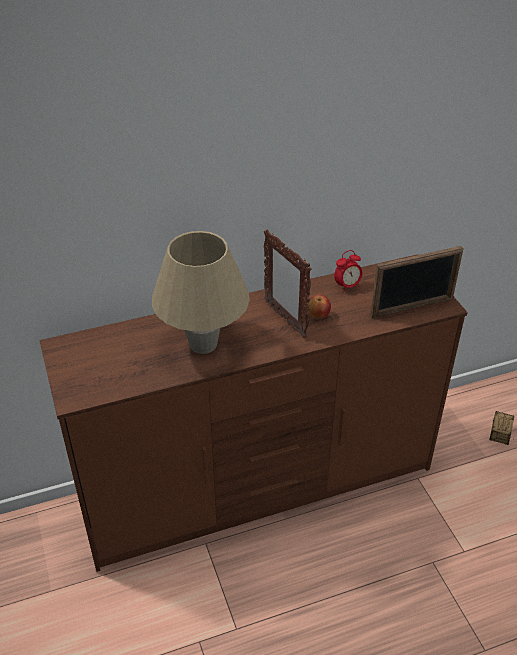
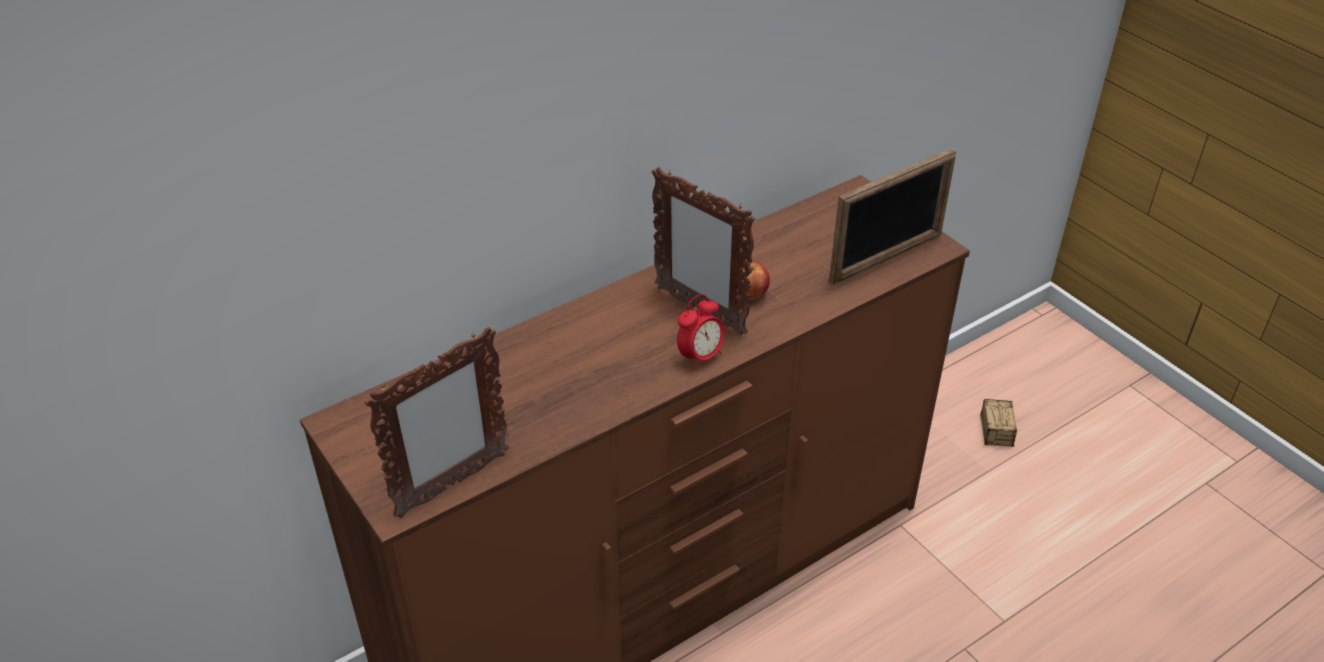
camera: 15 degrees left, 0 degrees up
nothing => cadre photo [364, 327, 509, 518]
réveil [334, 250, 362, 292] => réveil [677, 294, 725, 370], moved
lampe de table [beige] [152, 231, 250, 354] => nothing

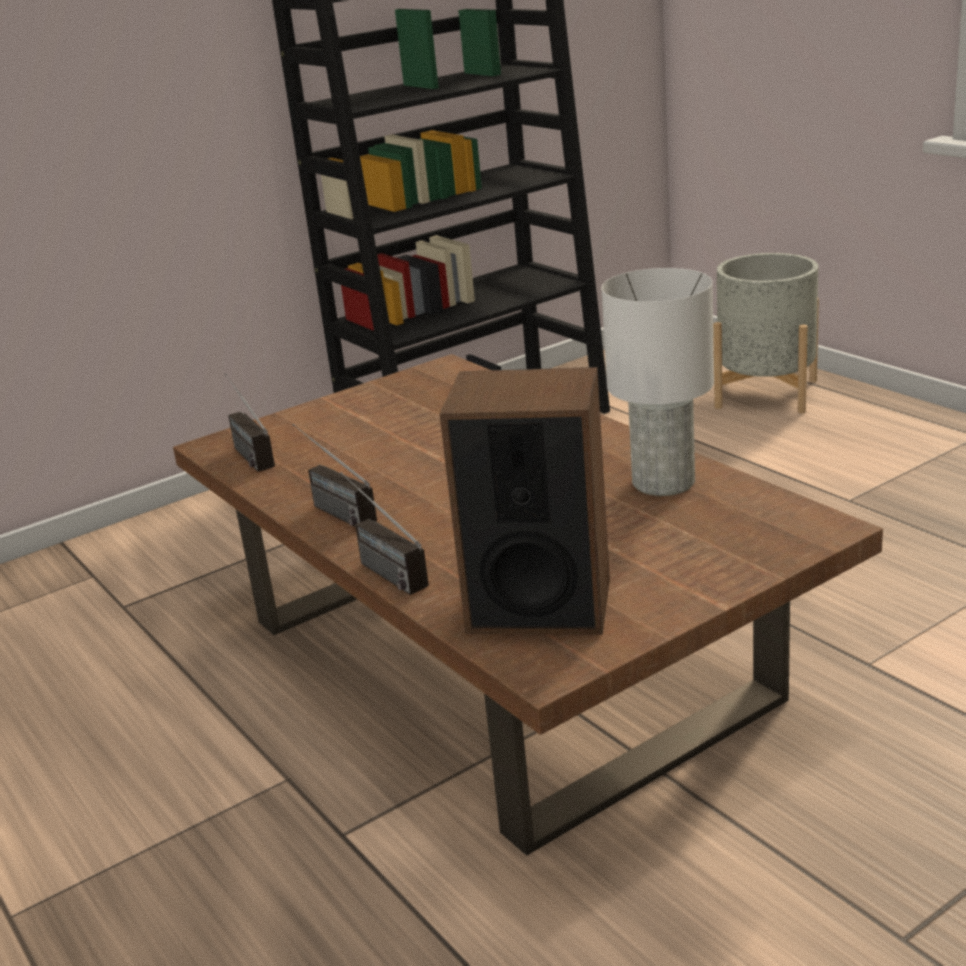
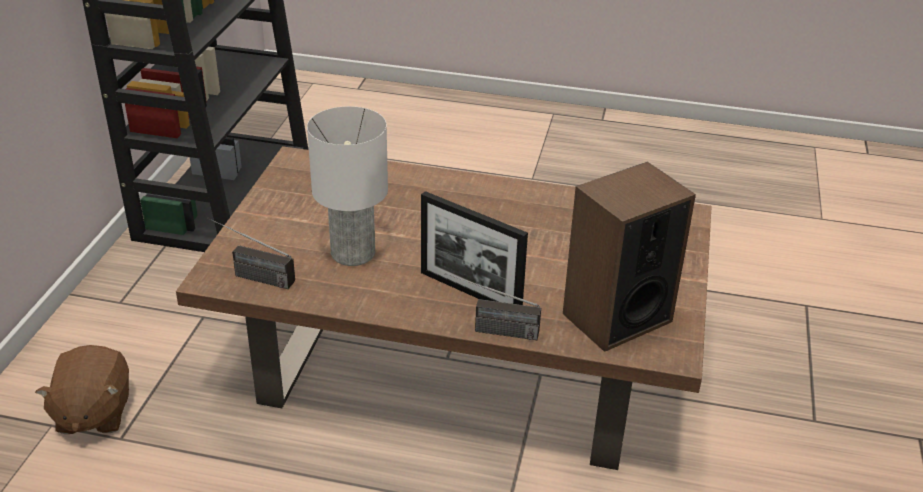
camera: 45 degrees left, 10 degrees up
nothing => peluche [marron] [35, 345, 129, 434]
lampe de table [blanc] [601, 268, 714, 496] => lampe de table [blanc] [307, 106, 388, 266], moved
nothing => cadre photo [421, 191, 528, 305]
radio [293, 424, 377, 527] => nothing
cache-pot [gris] [713, 253, 819, 413] => nothing

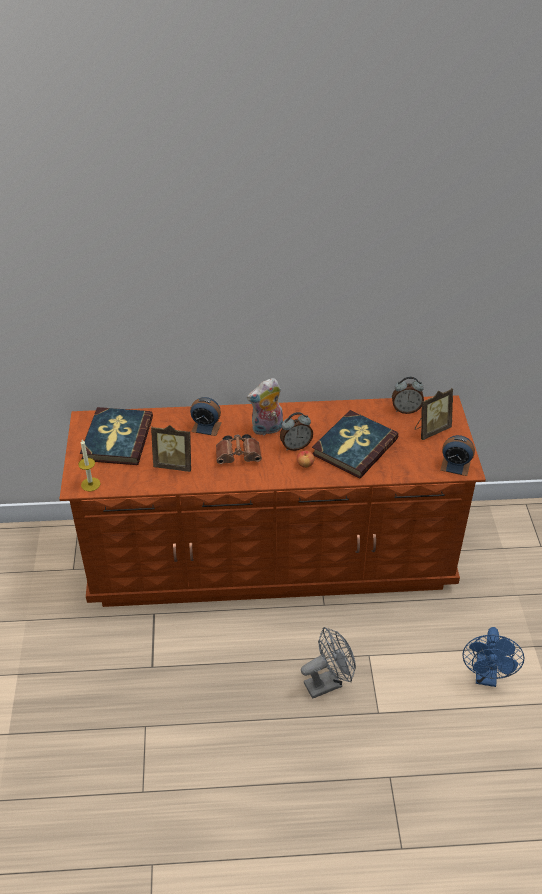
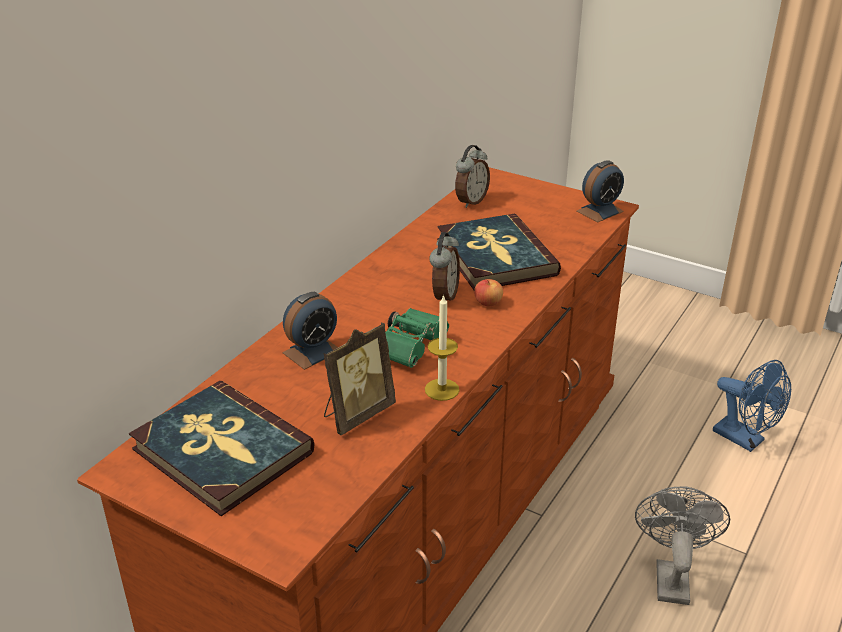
camera: 55 degrees left, 10 degrees down
jumelles [marron] [216, 434, 262, 464] => jumelles [vert] [385, 308, 449, 368]
bougie [78, 439, 100, 492] => bougie [425, 294, 459, 401], moved
peluche [247, 378, 283, 436] => nothing
cadre photo [415, 388, 453, 440] => nothing

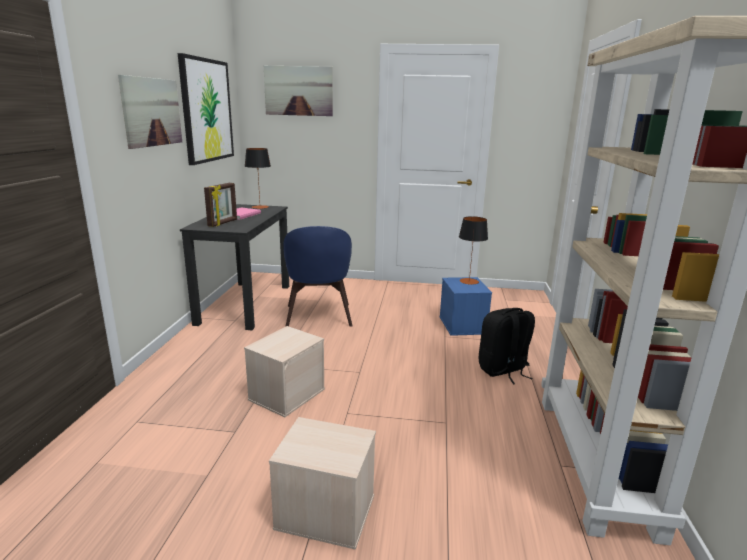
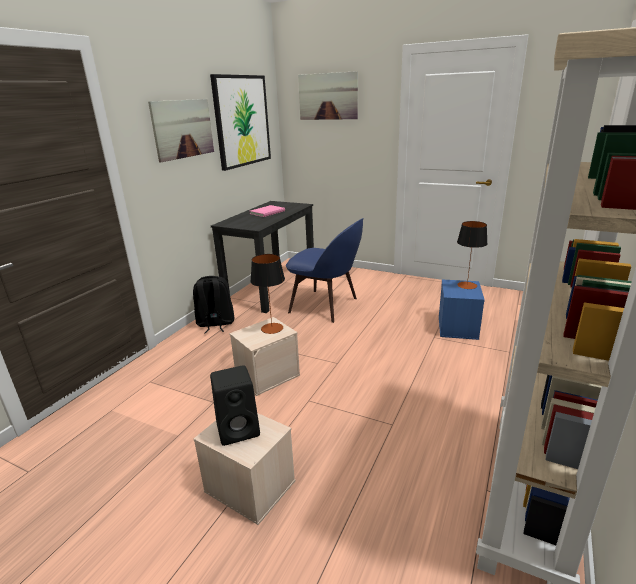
camera: 20 degrees right, 5 degrees up
sac à dos [noir] [479, 308, 535, 384] => sac à dos [noir] [193, 276, 234, 334], moved
nothing => enceinte [noir] [210, 365, 260, 446]
lampe de table [245, 148, 271, 209] => lampe de table [250, 254, 285, 334], moved
chaise [bleu] [283, 226, 352, 327] => chaise [bleu] [286, 218, 363, 323], 75 degrees counterclockwise
cadre photo [204, 183, 237, 227] => nothing

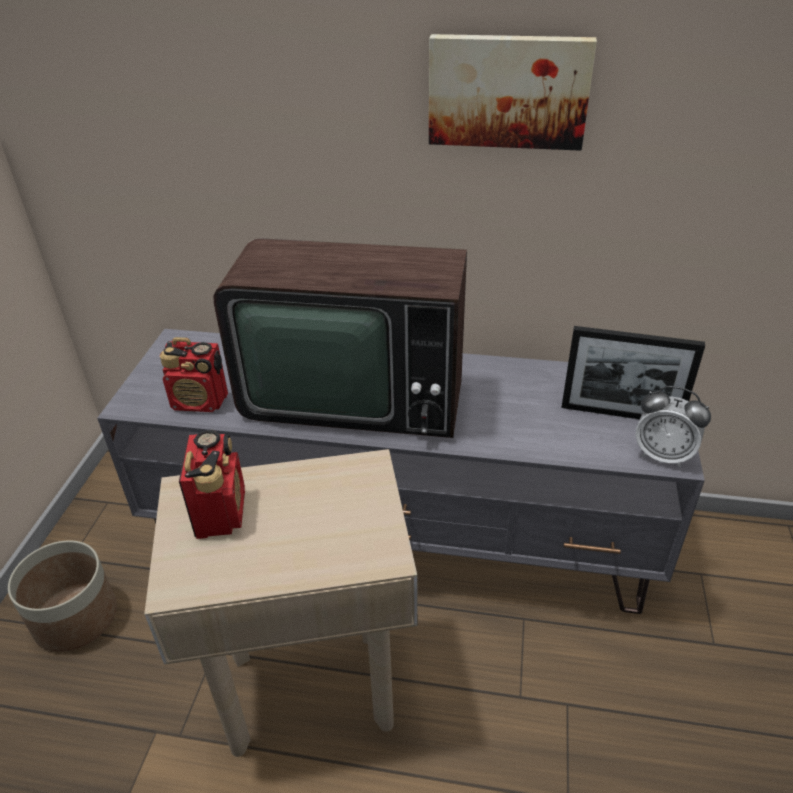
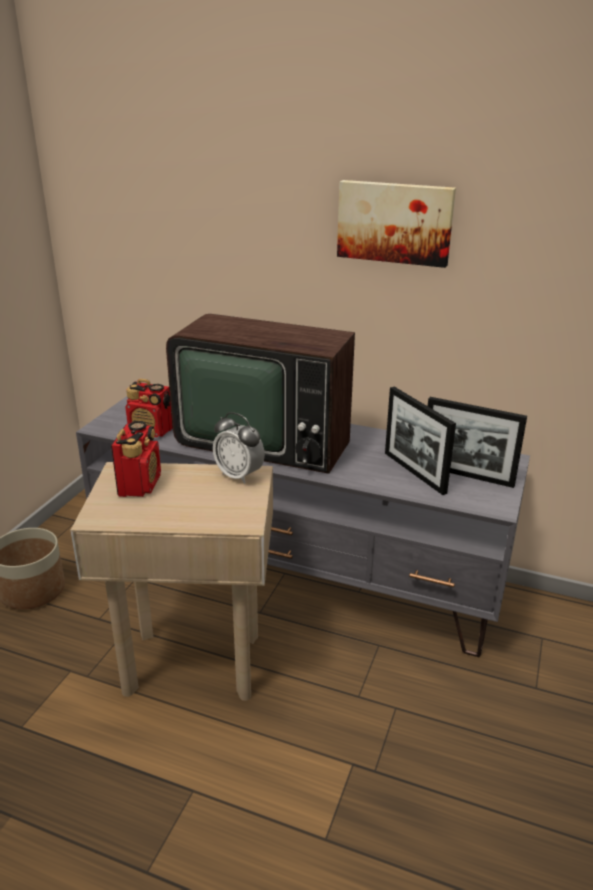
camera: 10 degrees right, 10 degrees down
réveil [635, 386, 711, 468] => réveil [213, 412, 265, 484], moved
nothing => cadre photo [385, 387, 456, 495]

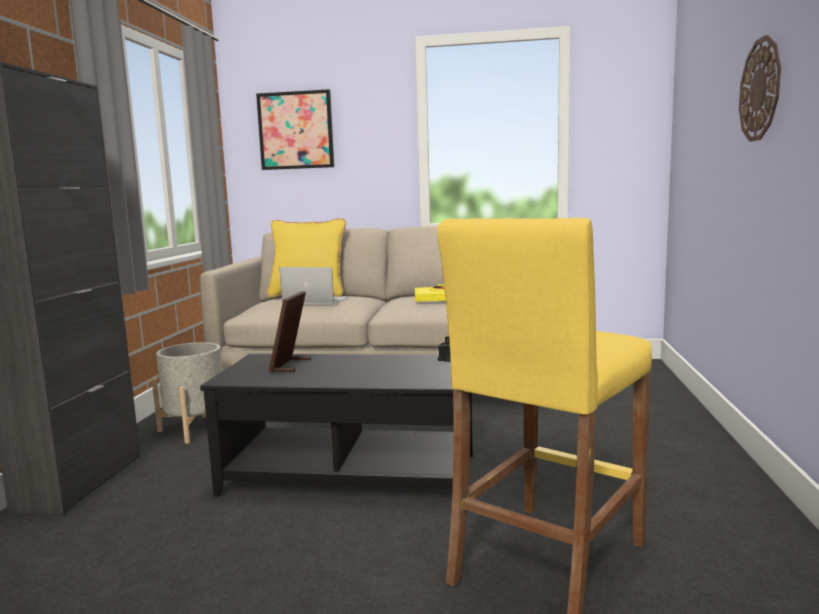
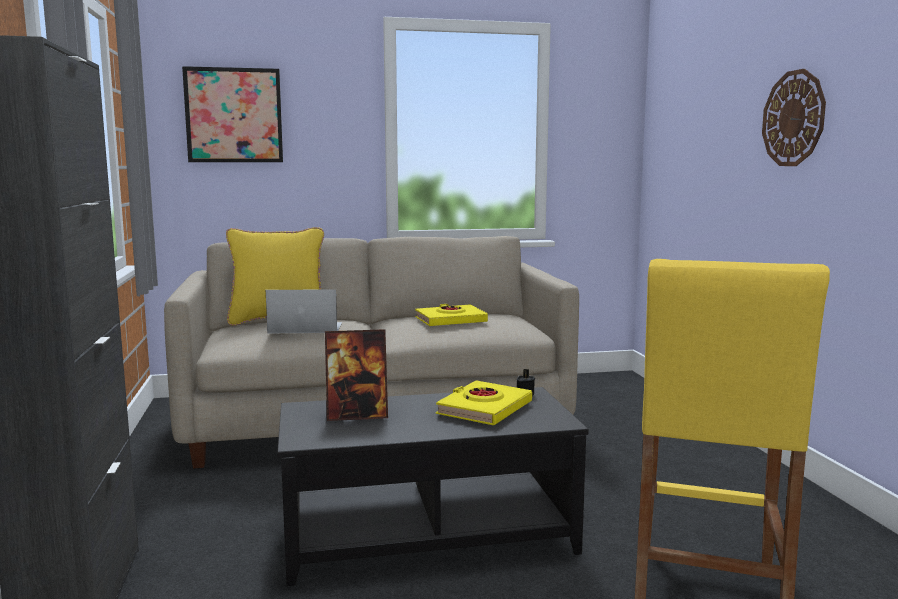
camera: 20 degrees left, 0 degrees up
cadre photo [269, 291, 311, 373] => cadre photo [325, 329, 388, 421], 90 degrees counterclockwise
nothing => livre [jaune] [436, 380, 532, 425]
cache-pot [gris] [152, 342, 222, 444] => nothing

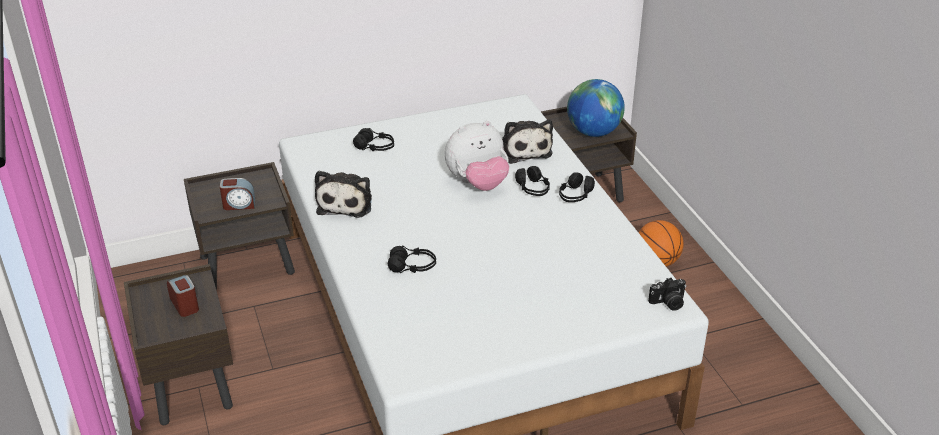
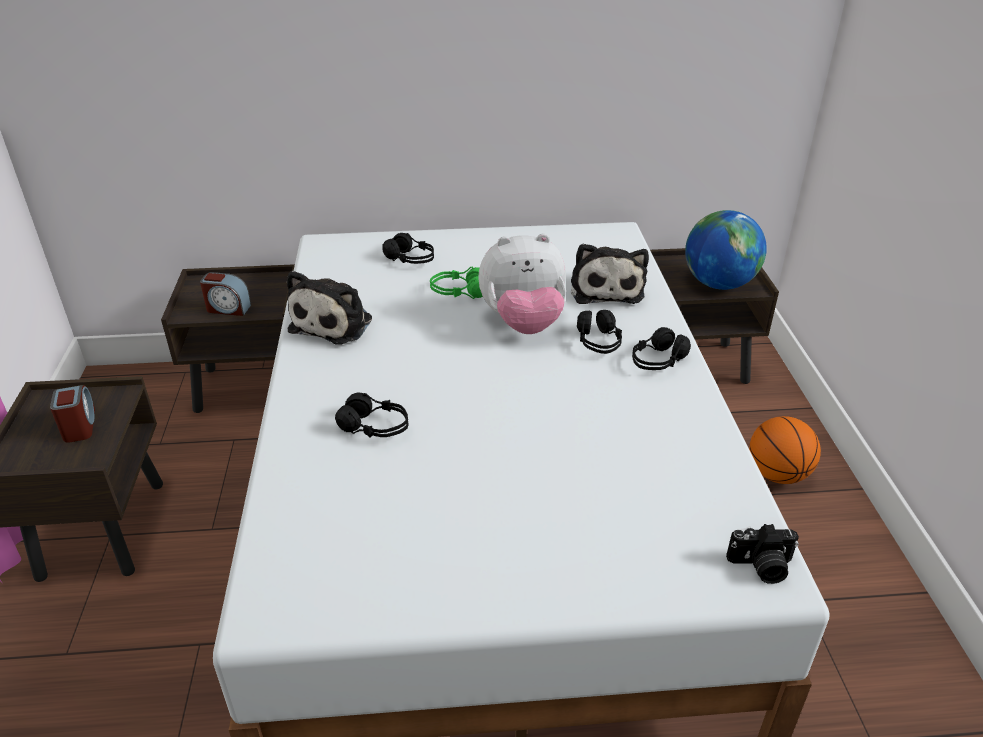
camera: 15 degrees right, 0 degrees up
nothing => casque audio [vert] [430, 266, 483, 299]

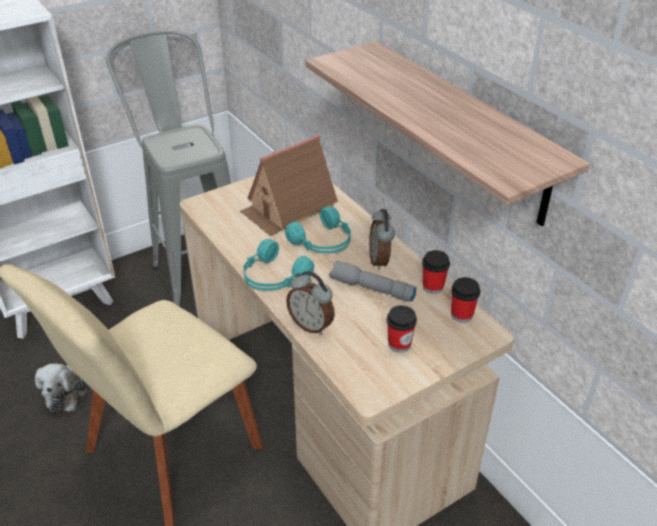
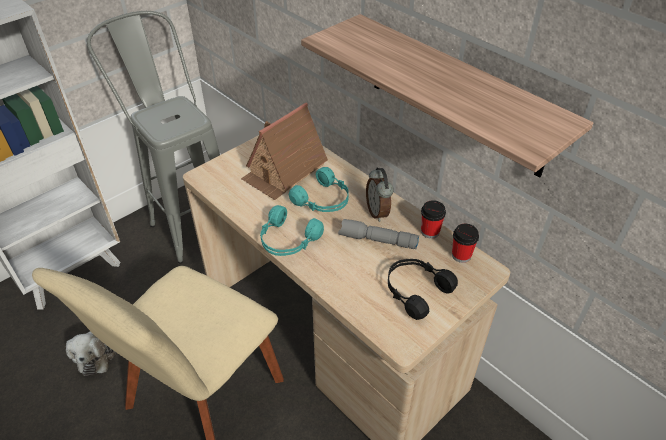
camera: 10 degrees left, 5 degrees up
tasse [387, 305, 417, 352] => casque audio [noir] [388, 259, 458, 320]
réveil [286, 271, 335, 335] => nothing

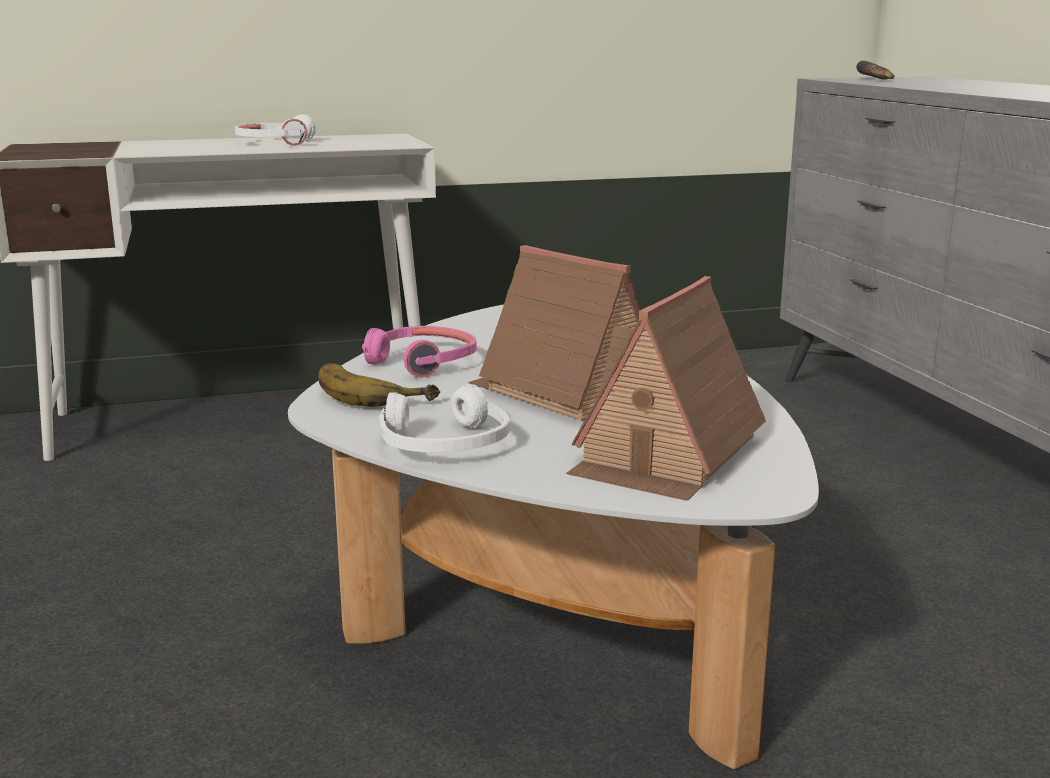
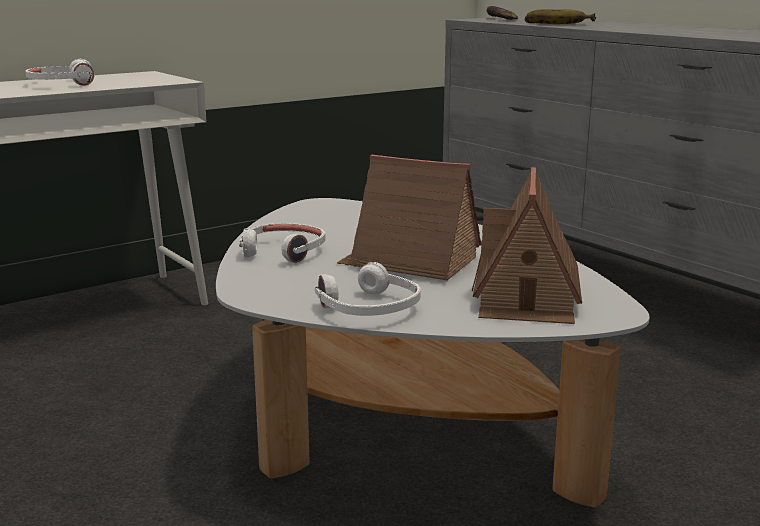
camera: 20 degrees left, 0 degrees up
casque audio [rose] [362, 326, 477, 378] => casque audio [blanc] [239, 223, 326, 263]
banane [318, 363, 440, 407] => banane [525, 9, 596, 24], moved

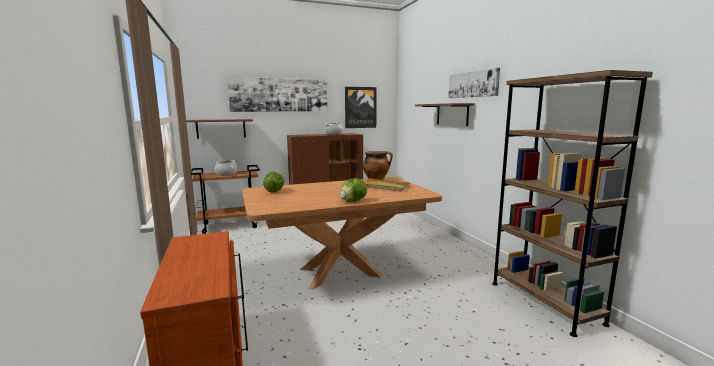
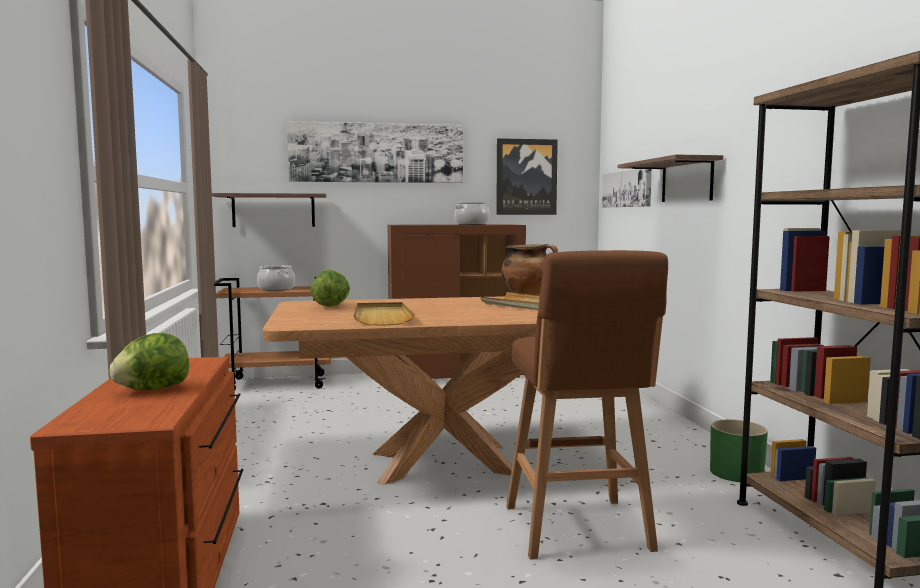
camera: 10 degrees right, 5 degrees down
laitue [340, 178, 367, 202] => laitue [110, 333, 189, 390], moved
nothing => plateau [beige] [353, 302, 415, 326]
nothing => tabouret [marron] [506, 250, 668, 560]
tableau [448, 68, 500, 98] => tableau [602, 169, 652, 207], moved
nothing => cache-pot [vert] [710, 419, 768, 482]

